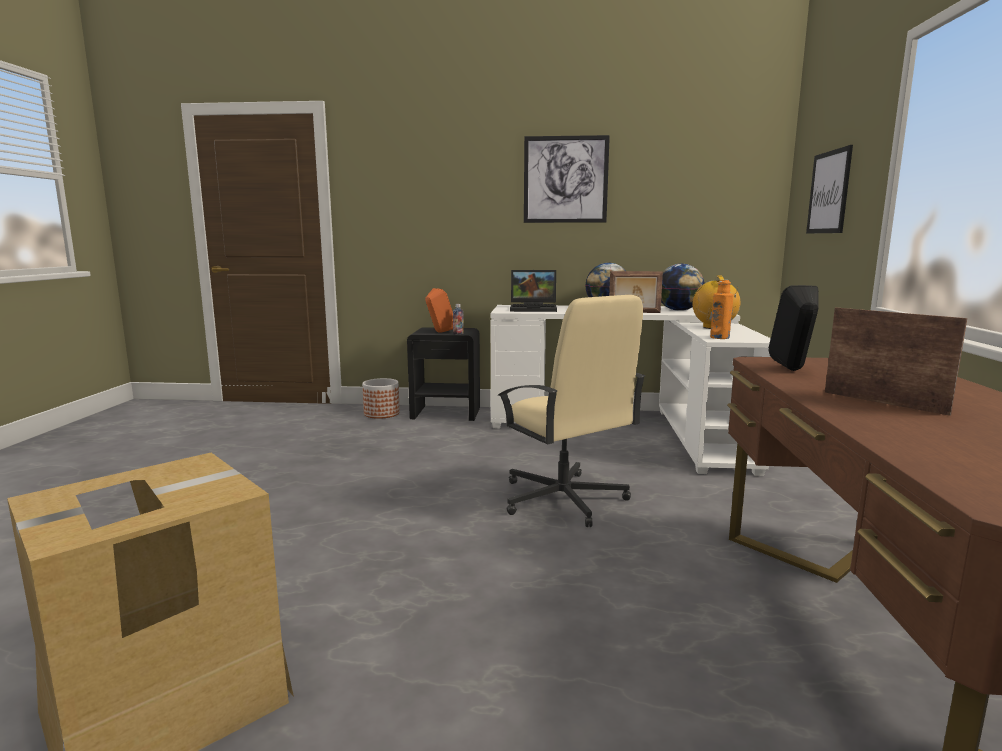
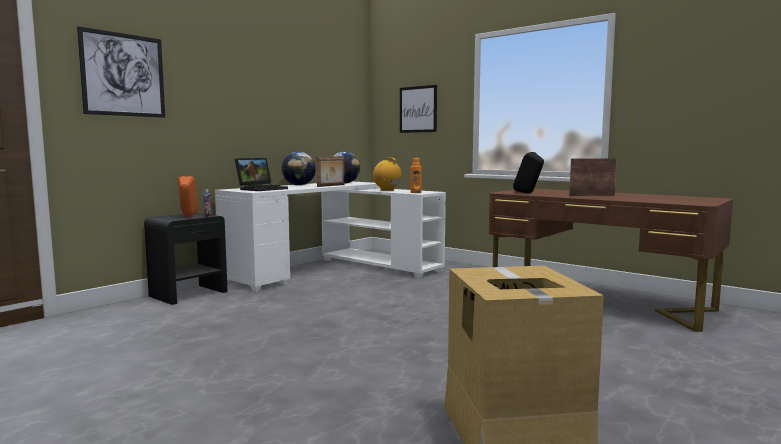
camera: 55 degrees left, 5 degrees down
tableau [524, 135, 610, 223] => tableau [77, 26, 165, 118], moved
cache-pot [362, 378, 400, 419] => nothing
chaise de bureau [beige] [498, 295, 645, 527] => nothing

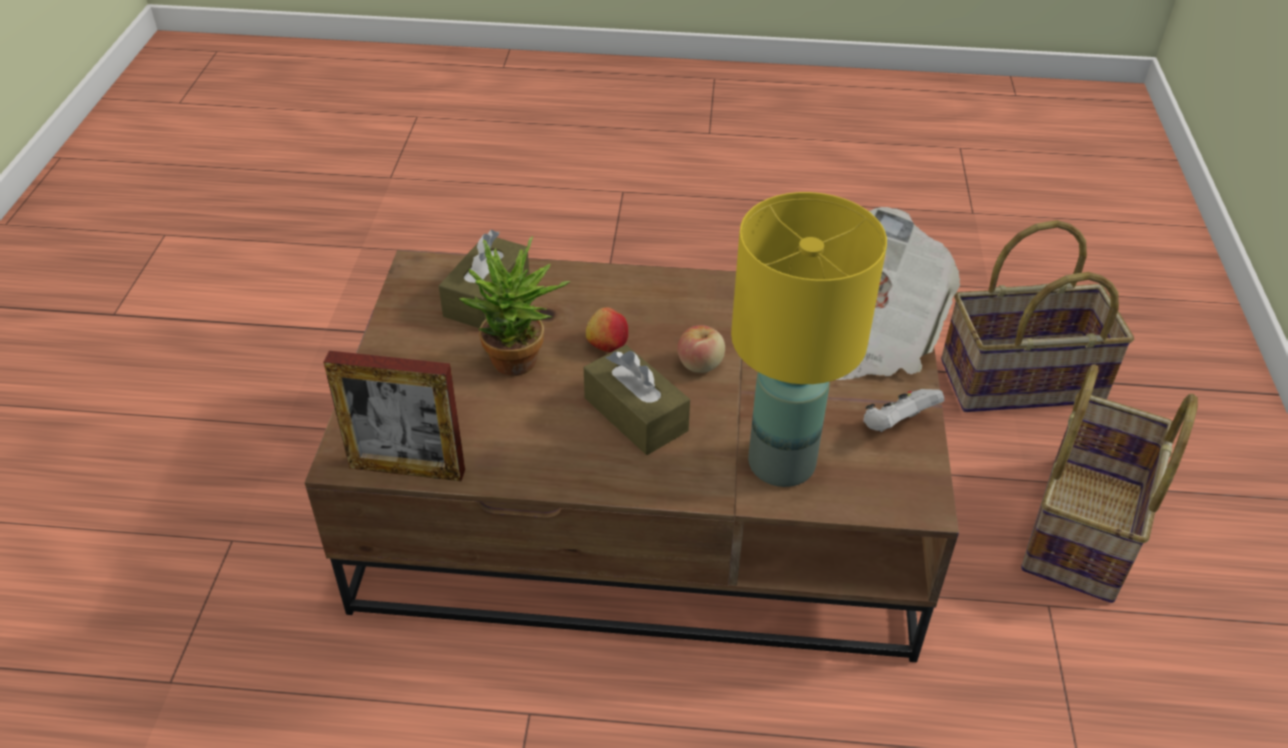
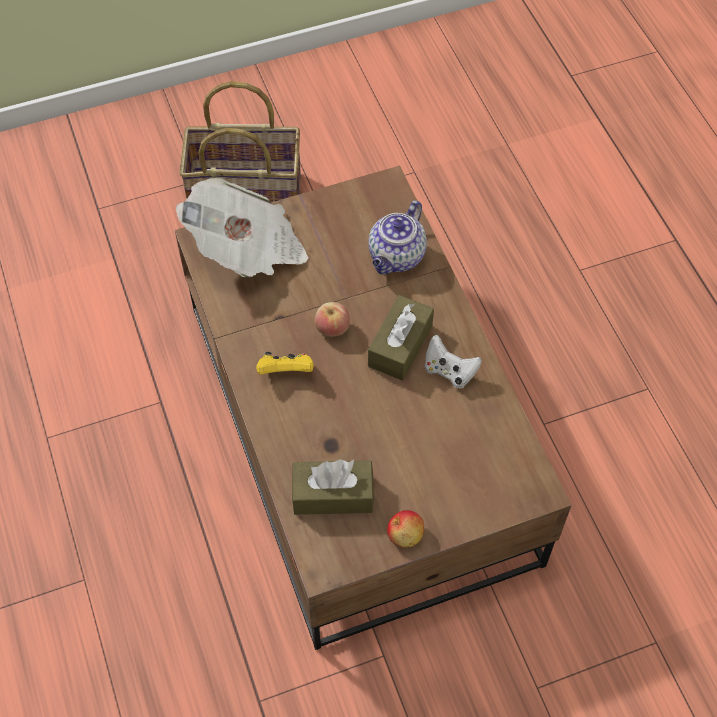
camera: 115 degrees left, 15 degrees up
nothing => manette [jaune] [256, 352, 314, 375]
lampe de table [jaune] [731, 192, 887, 487] => théière [368, 200, 427, 274]
pomme [586, 308, 628, 352] => pomme [387, 510, 424, 548], moved
manette [blanc] [863, 389, 944, 432] => manette [blanc] [425, 335, 482, 388], moved
cadre photo [324, 351, 465, 481] => nothing
plante en pot [459, 236, 571, 376] => nothing
panier [941, 220, 1134, 412] => nothing

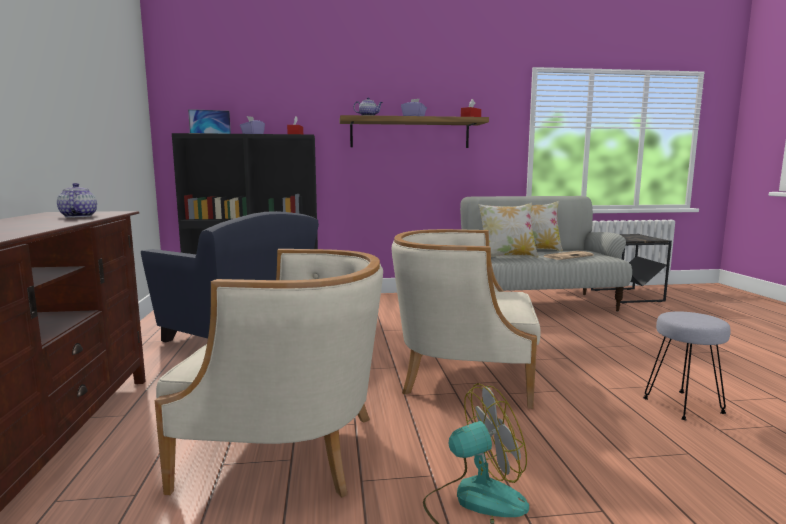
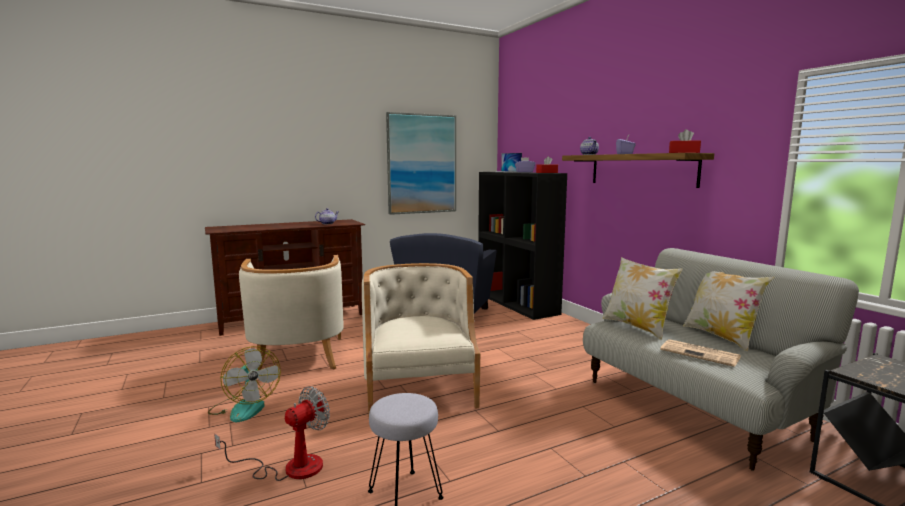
camera: 70 degrees right, 0 degrees up
nothing => ventilateur [214, 386, 330, 481]
nothing => tableau [386, 112, 456, 215]

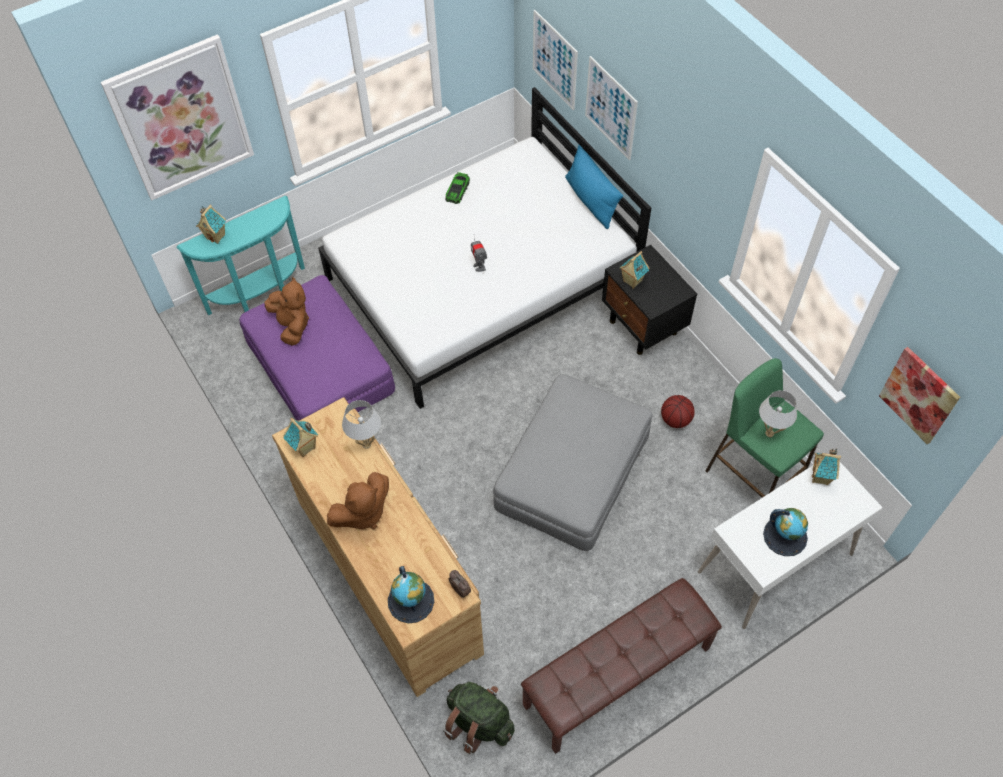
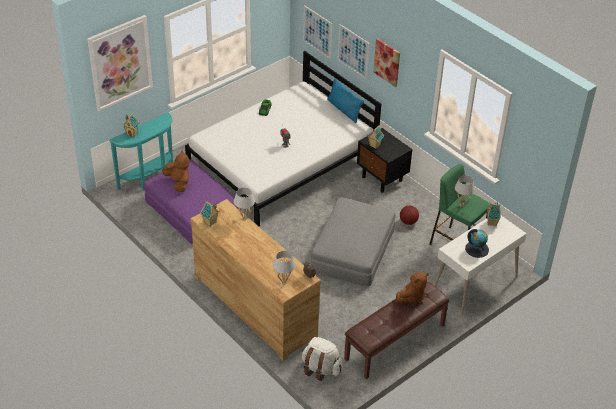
camera: 10 degrees left, 15 degrees down
globe [388, 566, 434, 624] => lampe de table [blanc] [273, 251, 296, 285]
sac à dos [vert] [443, 682, 515, 754] => sac à dos [blanc] [302, 337, 342, 381]
tableau [879, 347, 960, 444] => tableau [373, 38, 400, 87], moved
peluche [marron] [327, 472, 389, 529] => peluche [marron] [396, 272, 429, 304], moved

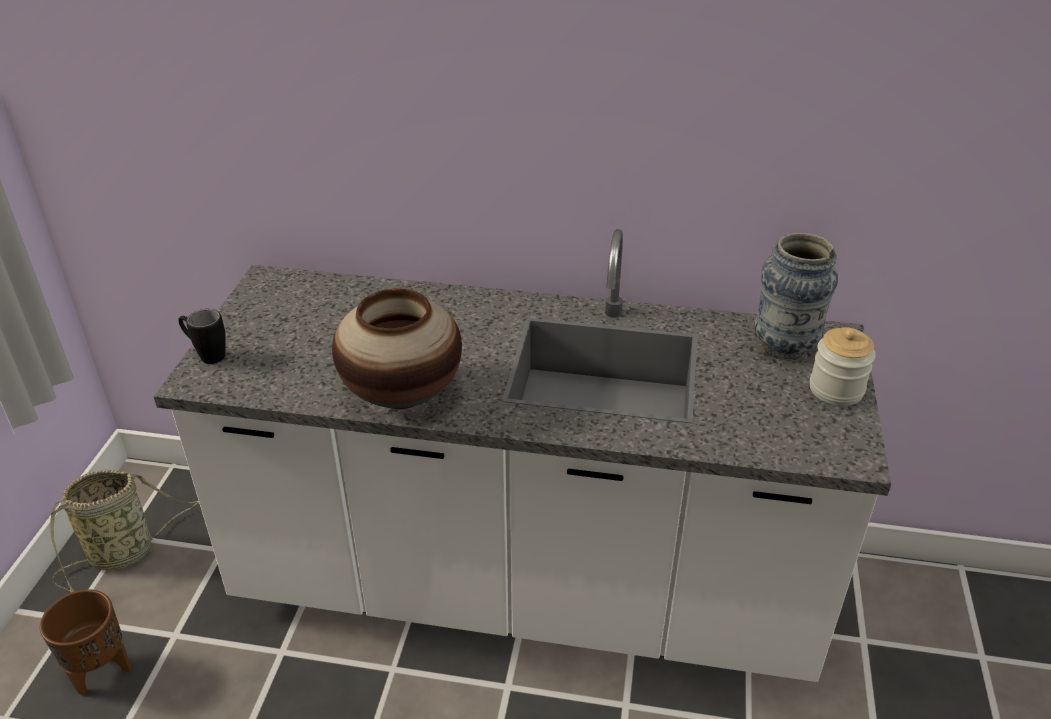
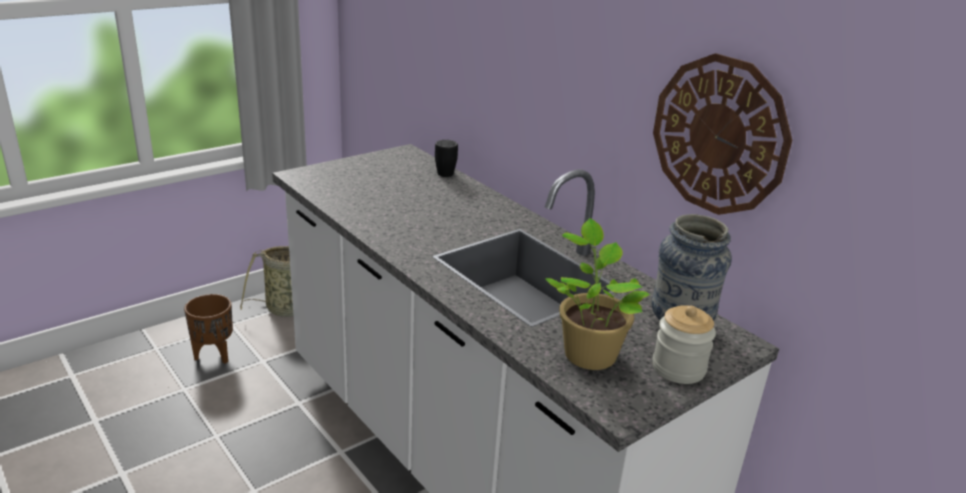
camera: 40 degrees right, 10 degrees down
mug [noir] [178, 309, 226, 364] => mug [noir] [435, 140, 458, 177], moved
nothing => plante en pot [545, 218, 650, 370]
nothing => horloge murale [653, 53, 792, 215]
vase [332, 288, 462, 409] => nothing

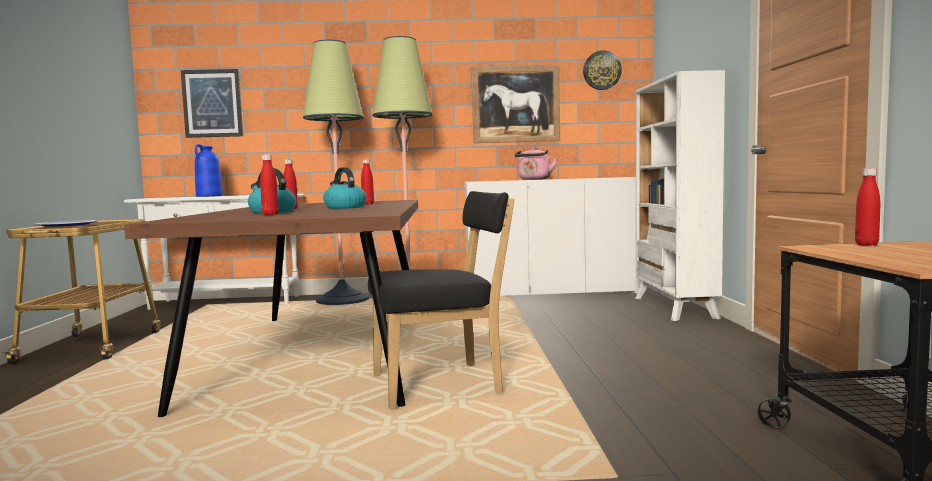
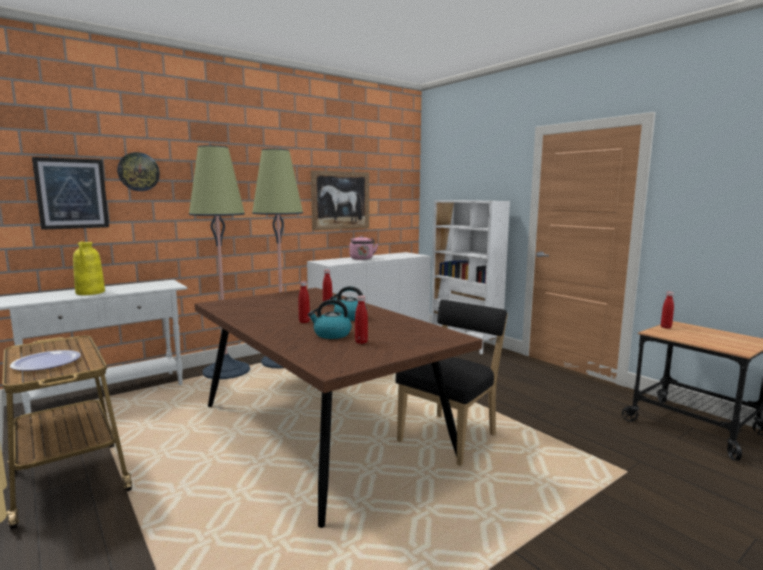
camera: 35 degrees left, 5 degrees up
vase [bleu] [195, 144, 223, 197] => vase [jaune] [73, 241, 105, 295]
horloge murale [583, 51, 622, 90] => horloge murale [117, 152, 160, 191], moved

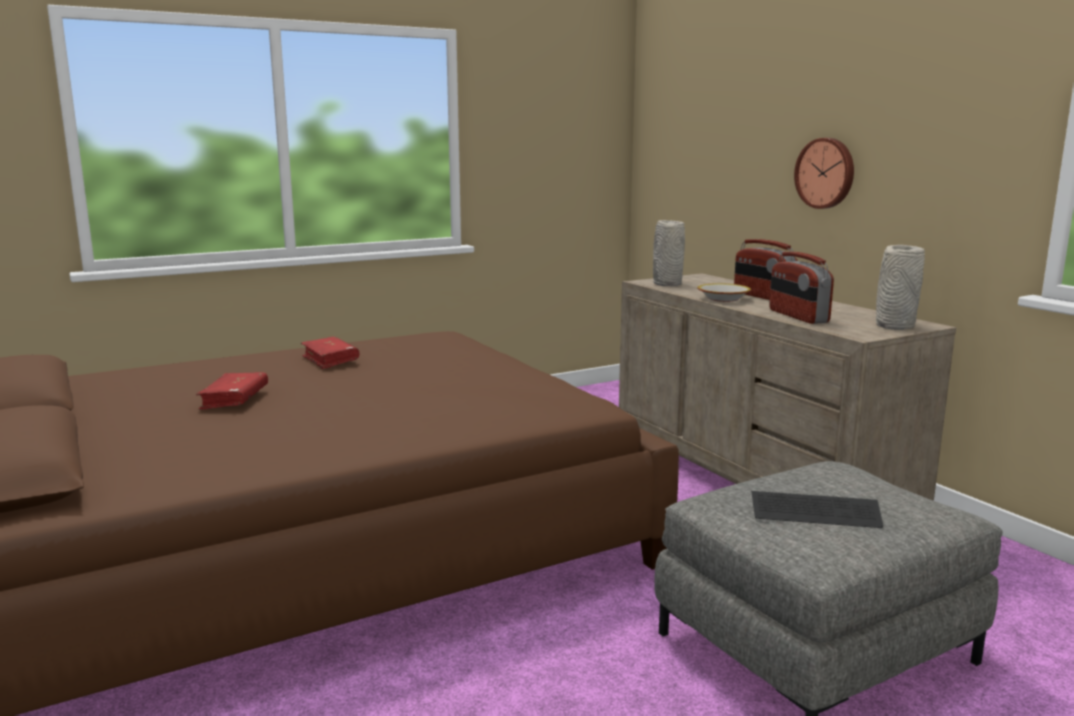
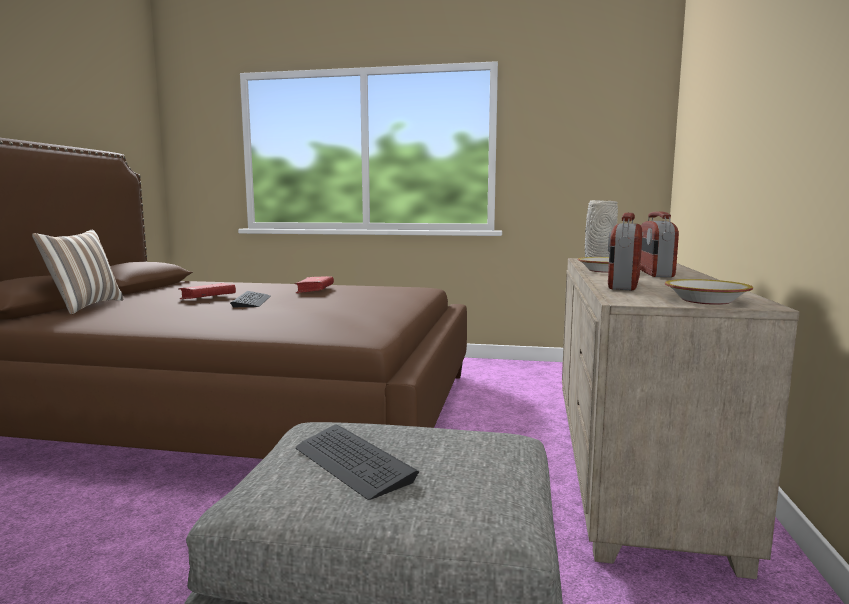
camera: 40 degrees right, 5 degrees down
nothing => coussin [32, 230, 123, 314]
nothing => clavier [230, 291, 270, 307]
vase [gris] [876, 245, 925, 330] => bol [665, 279, 753, 305]
horloge murale [794, 138, 854, 209] => nothing

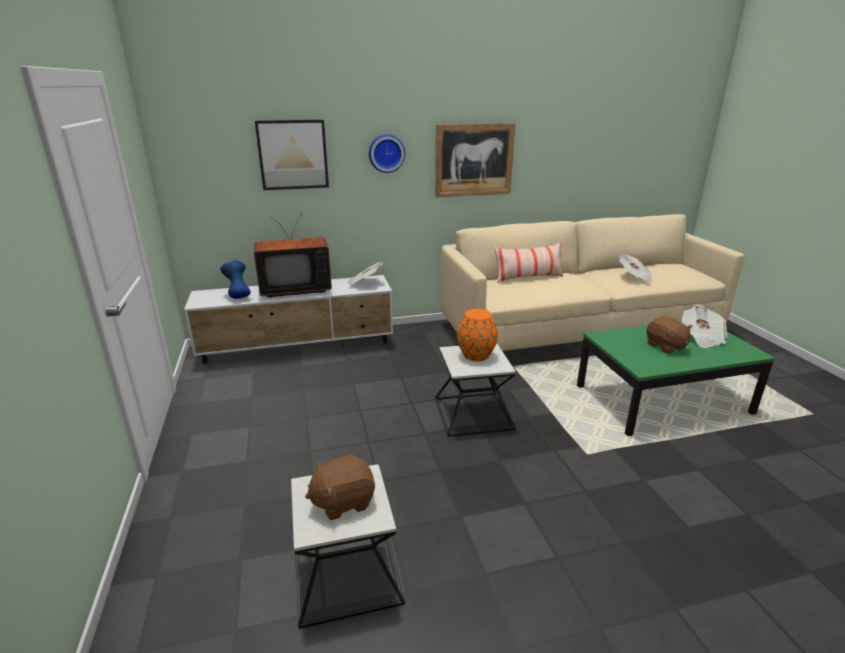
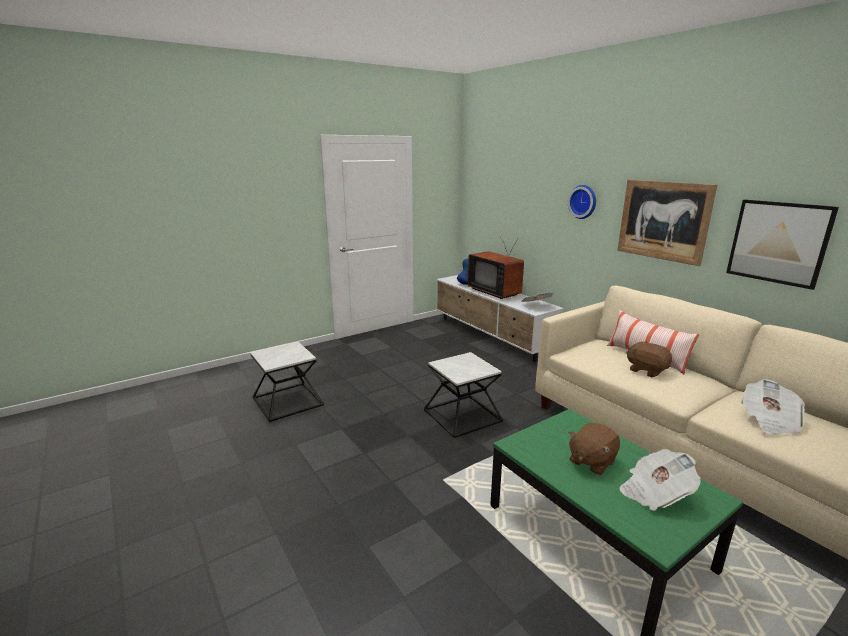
camera: 70 degrees right, 5 degrees down
peluche [marron] [305, 455, 375, 520] => peluche [marron] [626, 341, 672, 377], moved
tableau [255, 120, 329, 190] => tableau [726, 200, 839, 290], moved
vase [orange] [457, 309, 498, 361] => nothing

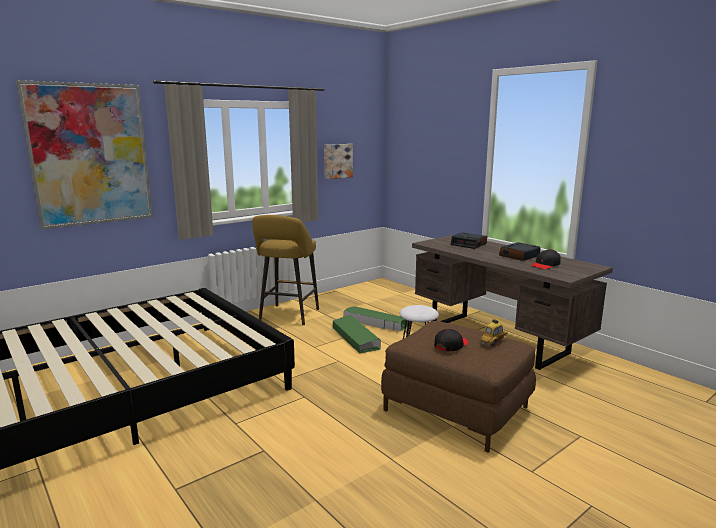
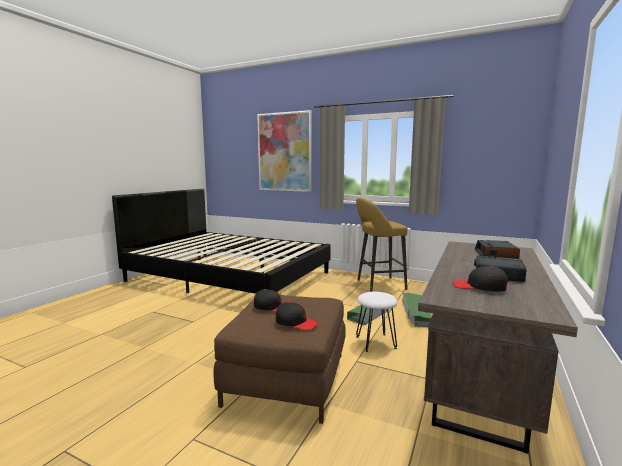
camera: 65 degrees right, 5 degrees down
petite voiture [480, 319, 508, 346] => casquette [noir] [276, 302, 318, 331]
tableau [324, 144, 353, 179] => nothing

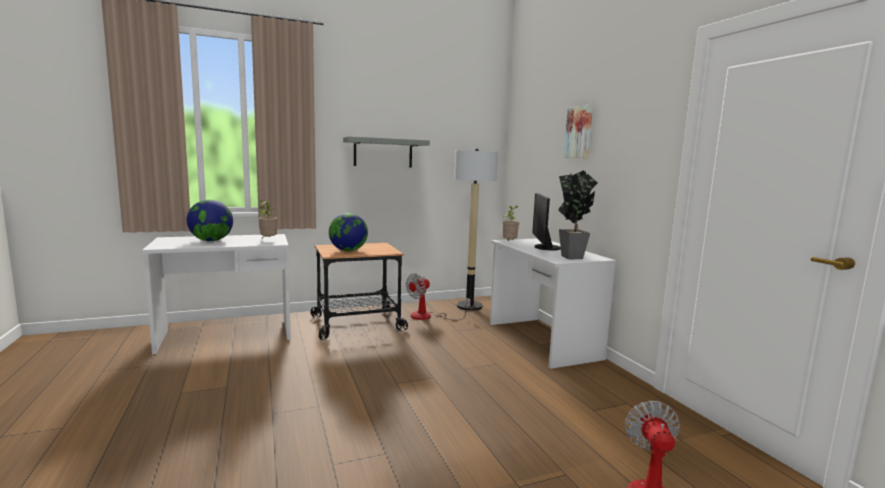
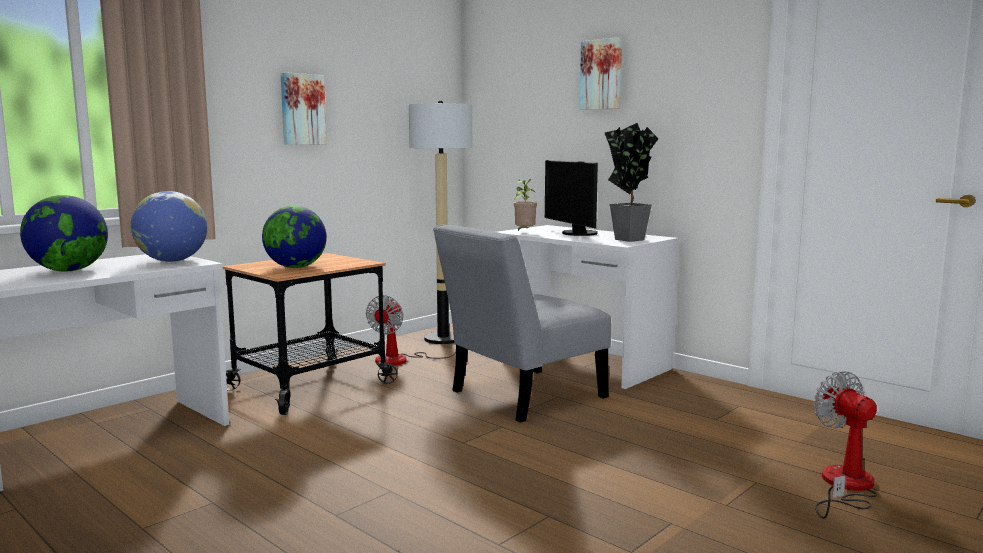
camera: 25 degrees left, 0 degrees up
plante en pot [259, 201, 278, 238] => globe [130, 191, 208, 262]
étagère [gris] [343, 136, 430, 167] => tableau [280, 72, 327, 145]
nothing => chaise [gris] [433, 224, 611, 423]

